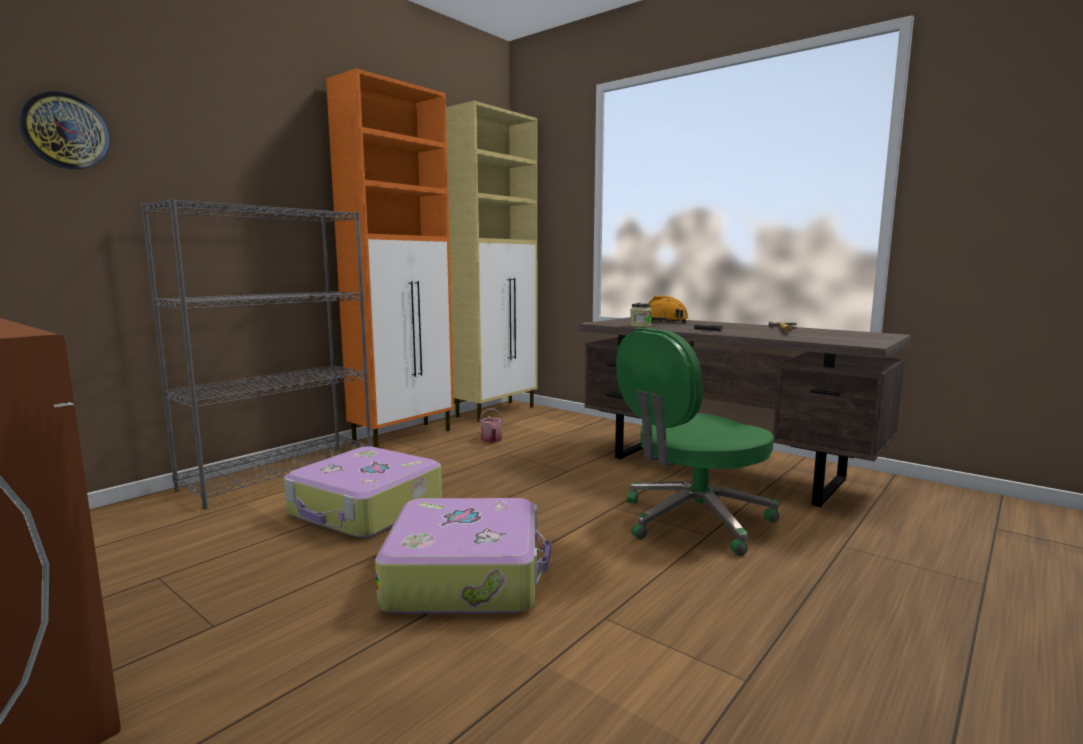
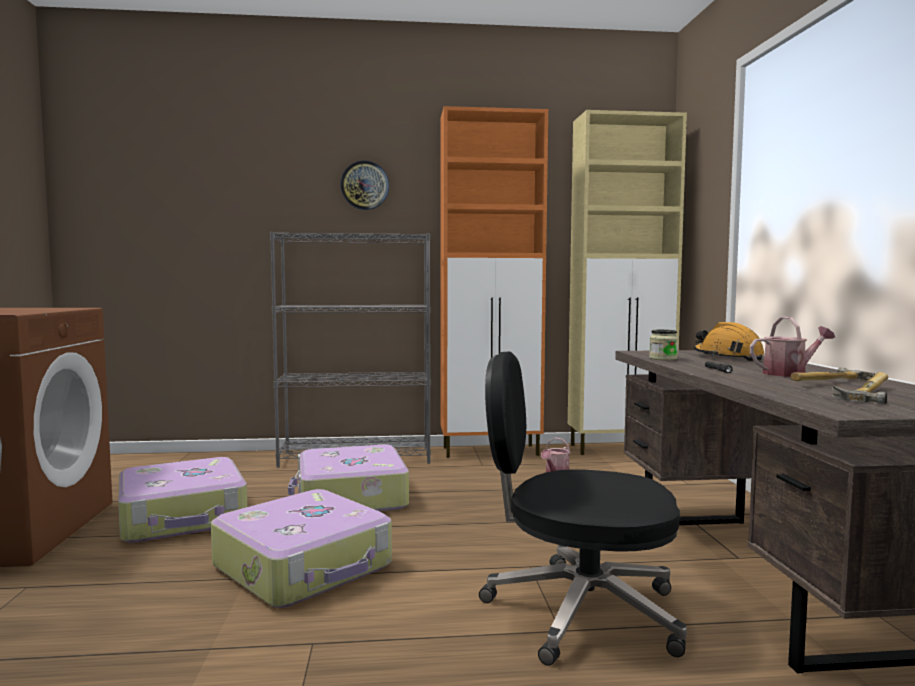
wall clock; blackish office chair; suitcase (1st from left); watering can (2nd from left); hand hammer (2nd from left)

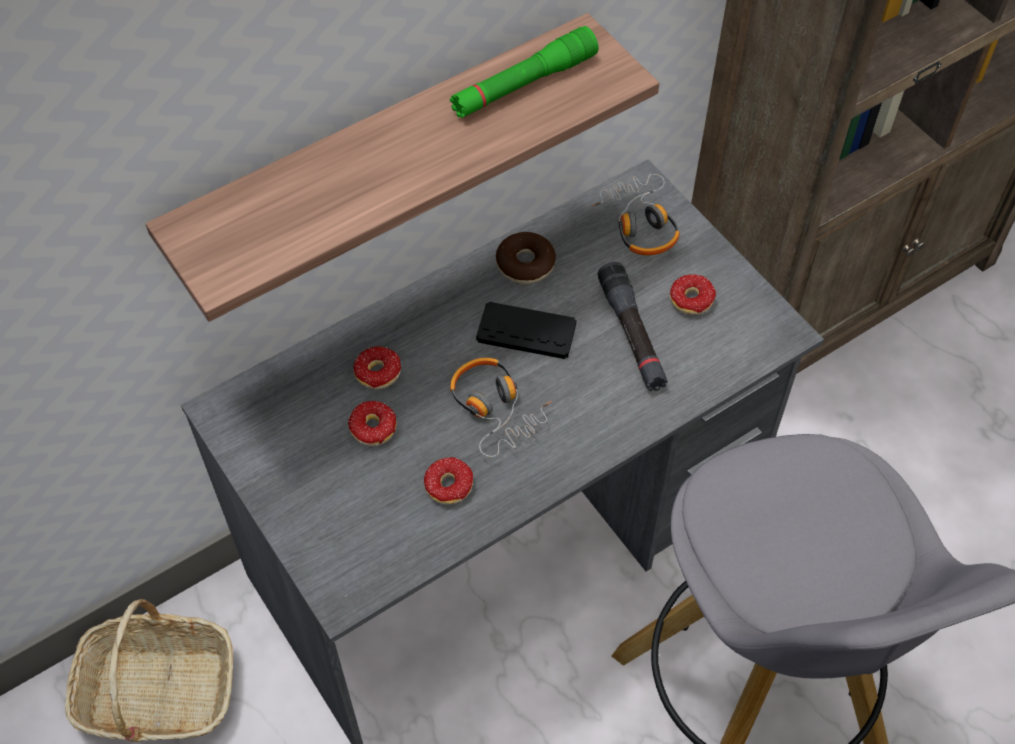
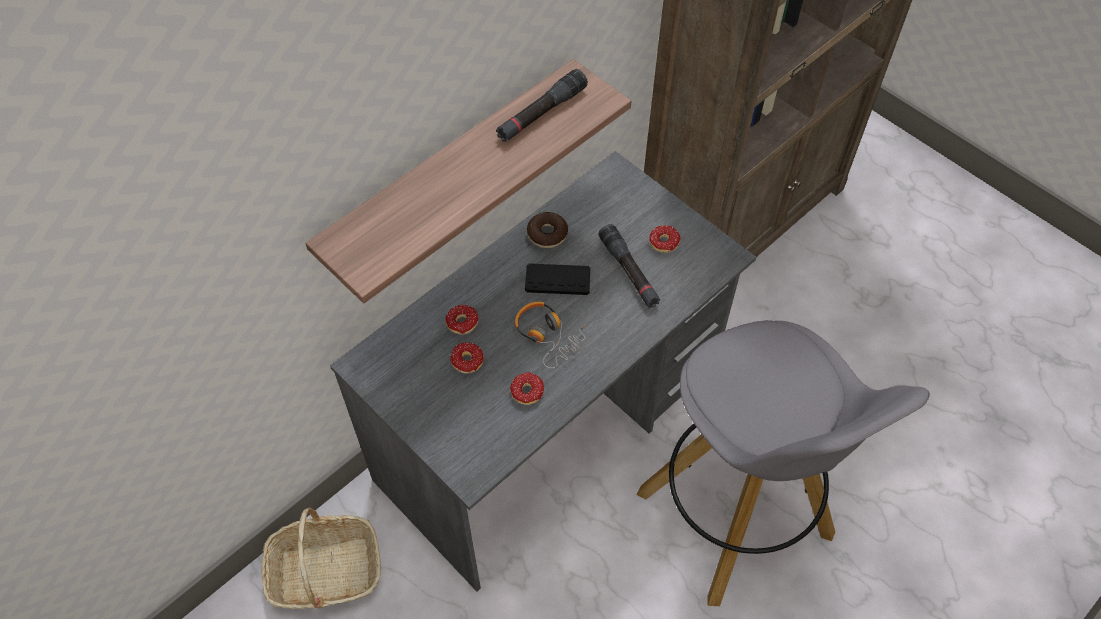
blackish torch (1st from left); pair of headphones (2nd from left in the first image)

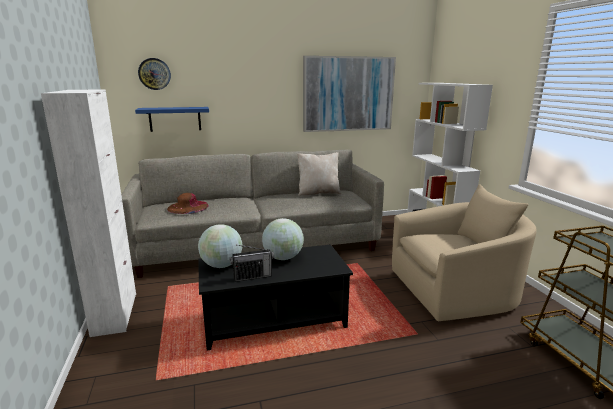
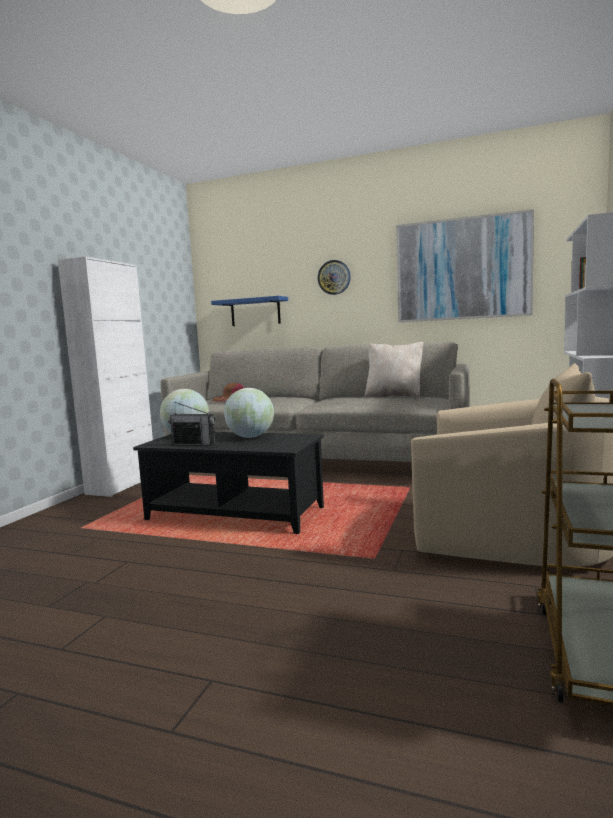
wall clock

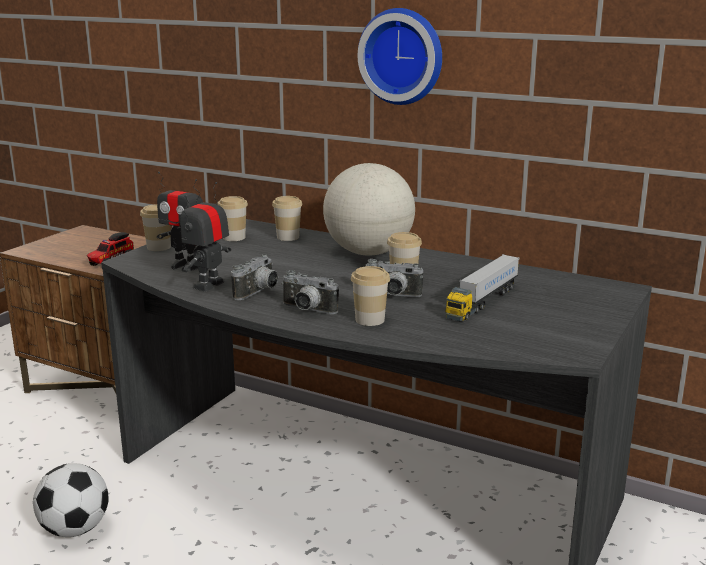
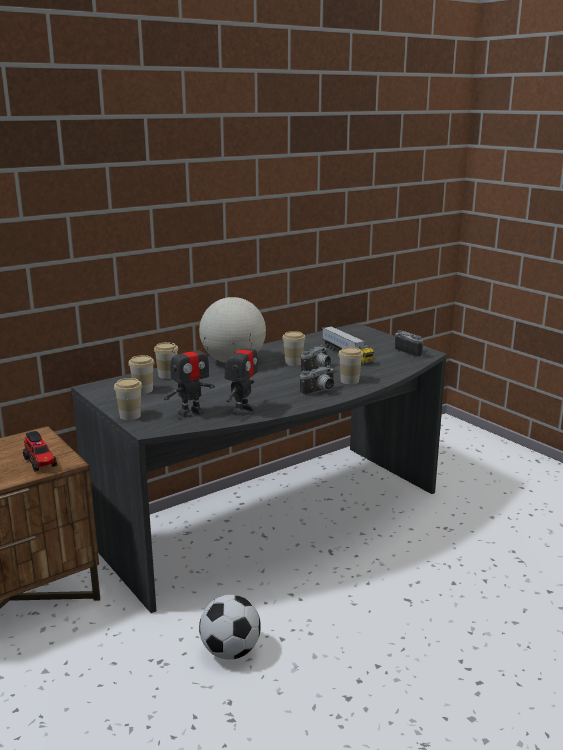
model robot (2nd from left); photo camera (3rd from left); wall clock

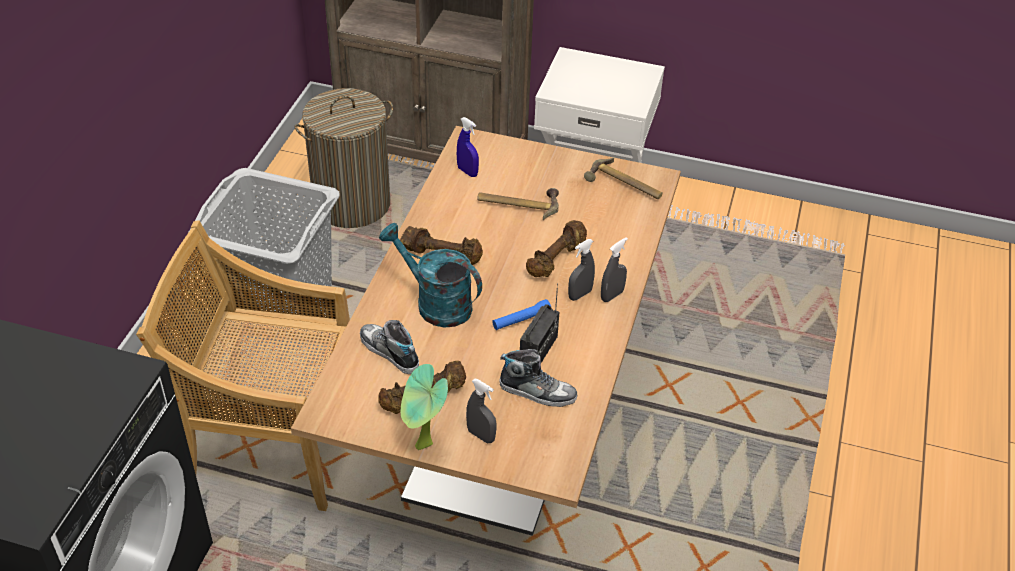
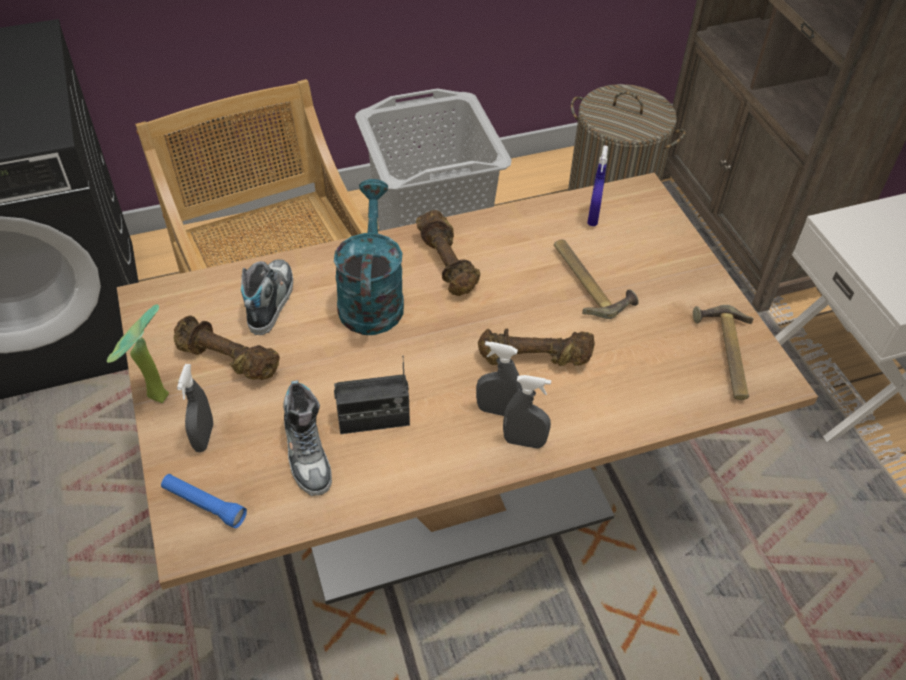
bluish torch

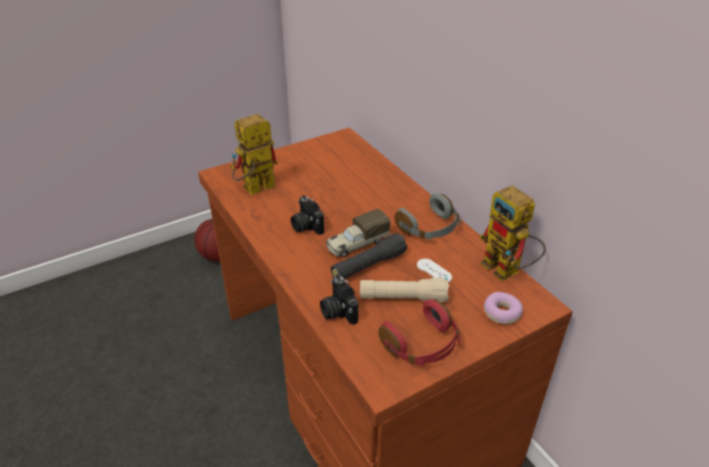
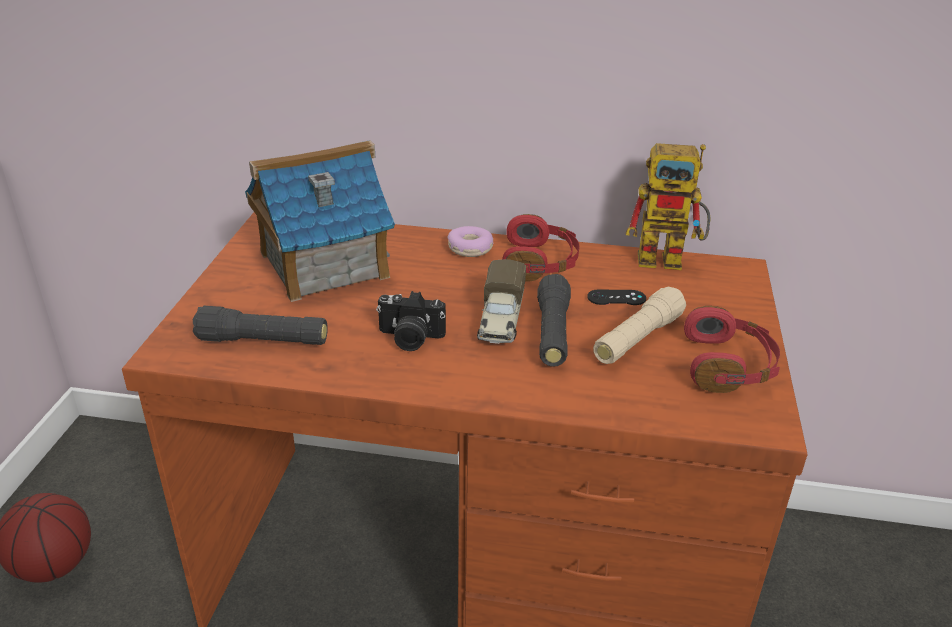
blackish torch (1st from left); photo camera (2nd from left in the first image); reddish pair of headphones (1st from left); blackish joypad; ring doughnut; miniature house

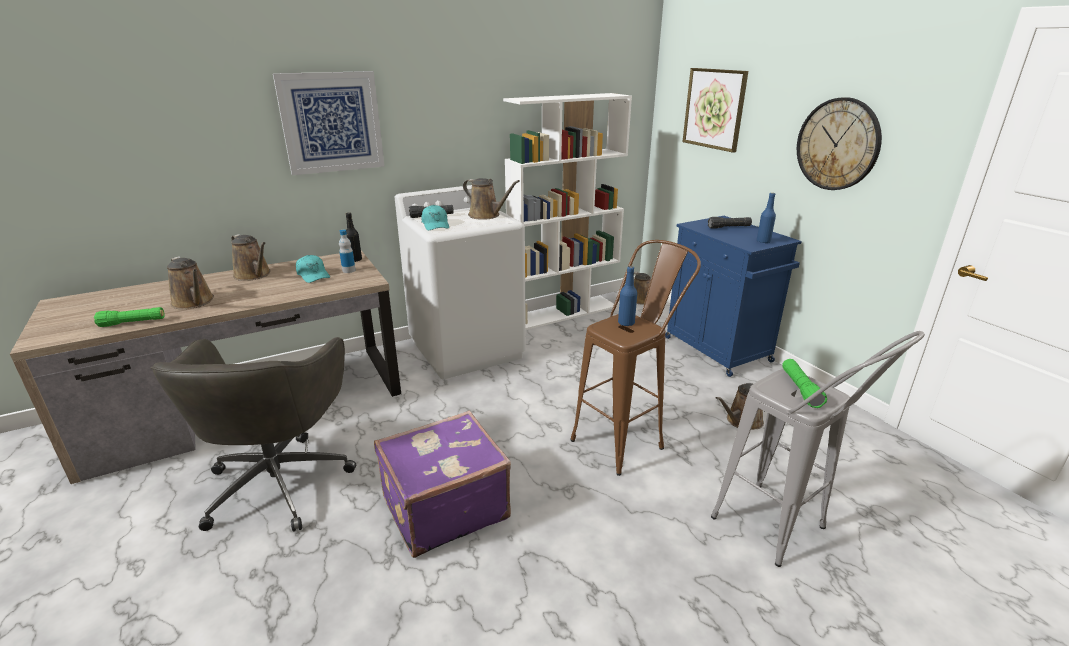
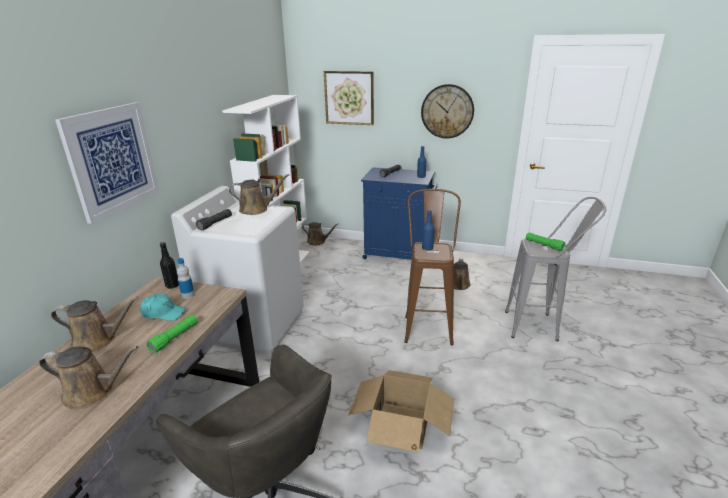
greenish torch (1st from left); cardboard box; blue-green baseball cap (2nd from left in the first image)

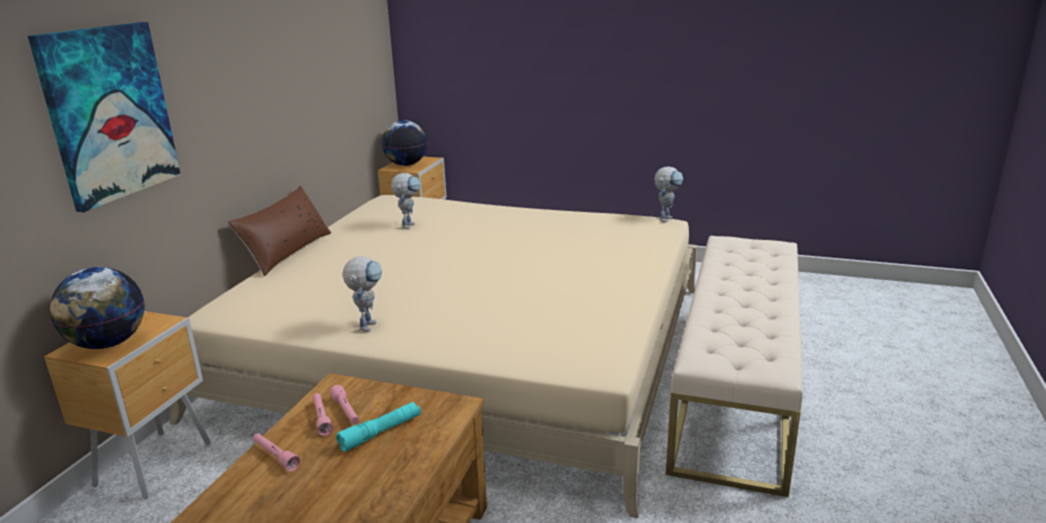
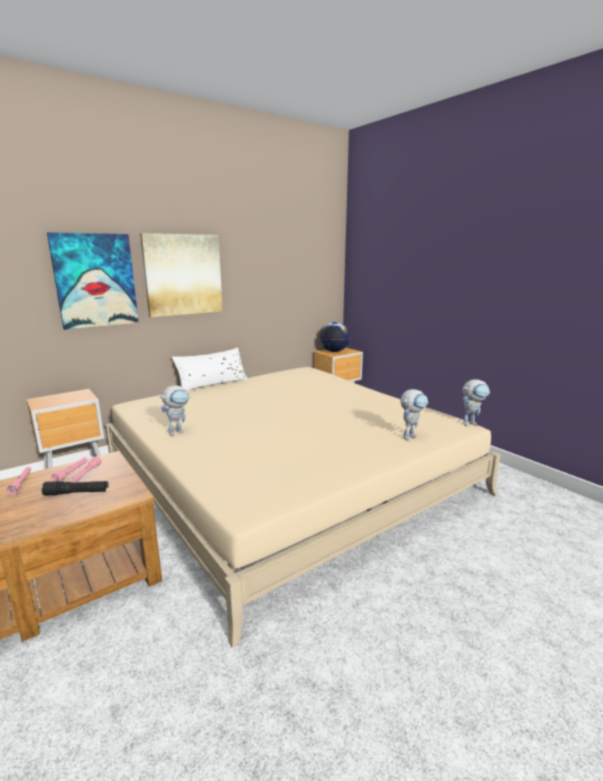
world globe (1st from left in the first image); whitish pillow; blackish torch; model robot (2nd from left); sand-coloured bench; wall art (2nd from left)

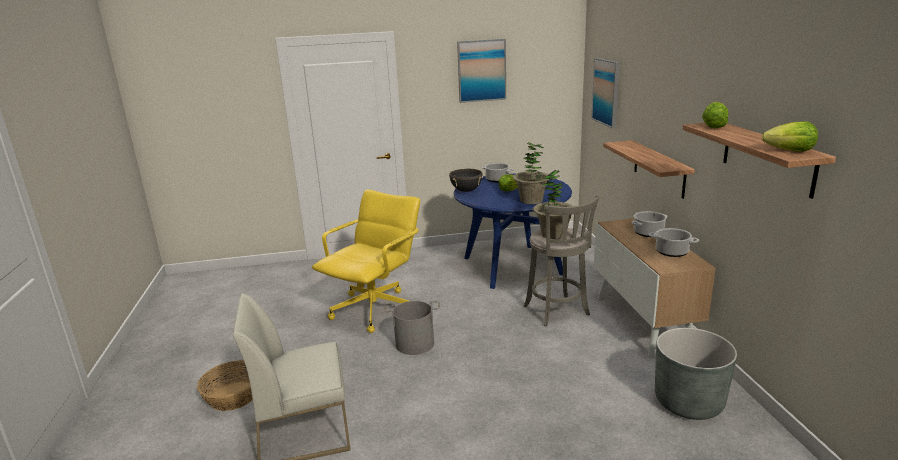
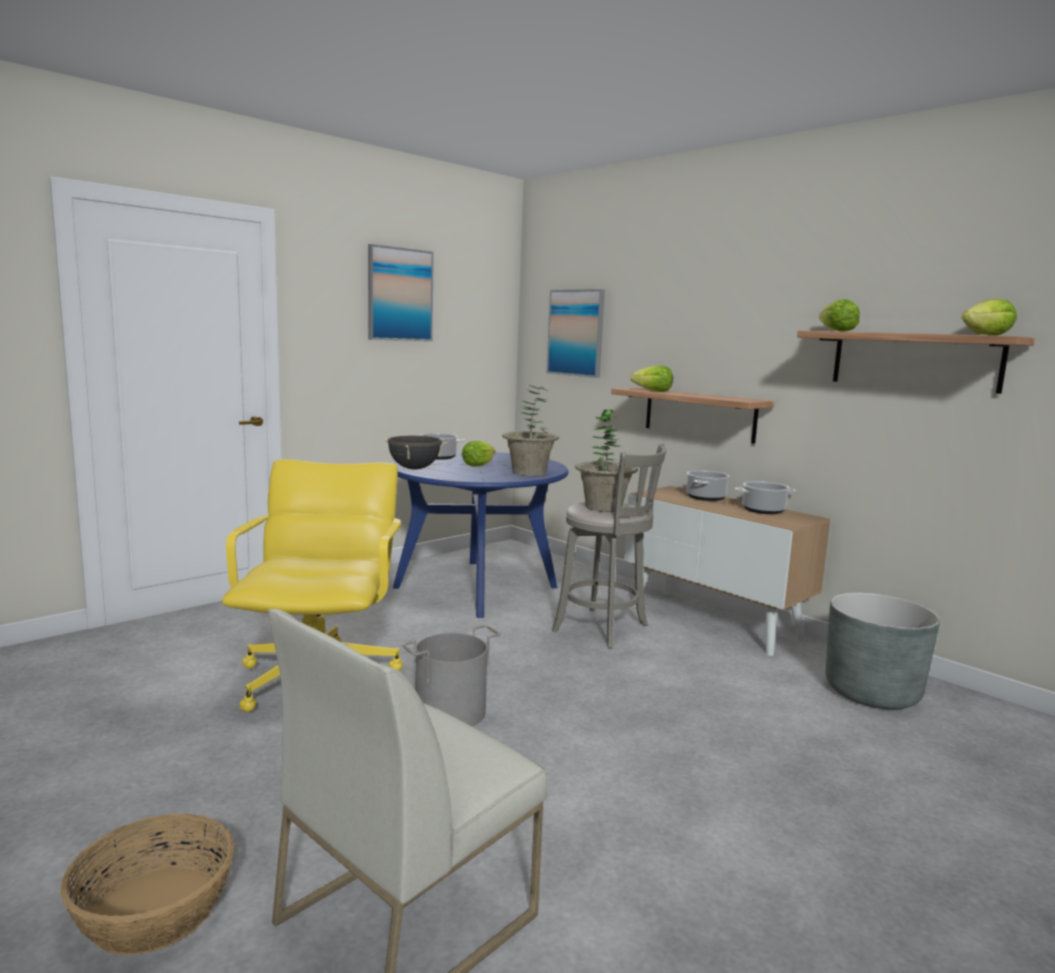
lettuce (2nd from left)

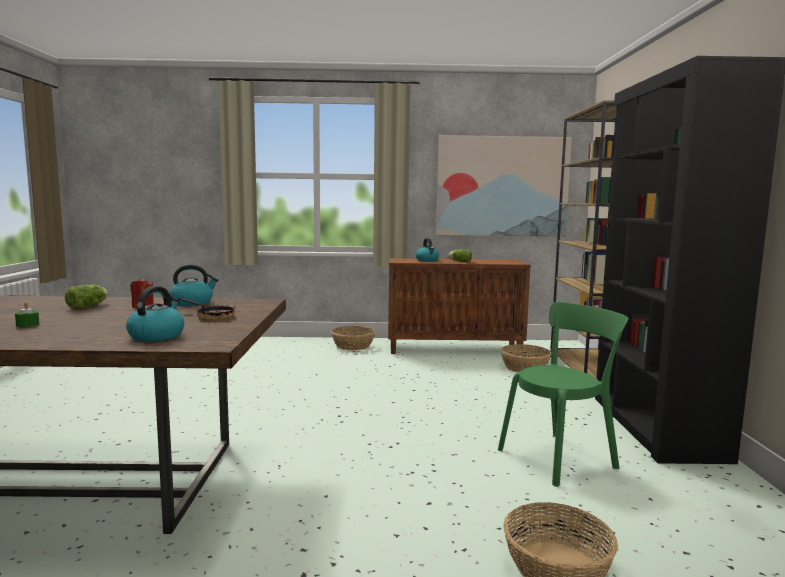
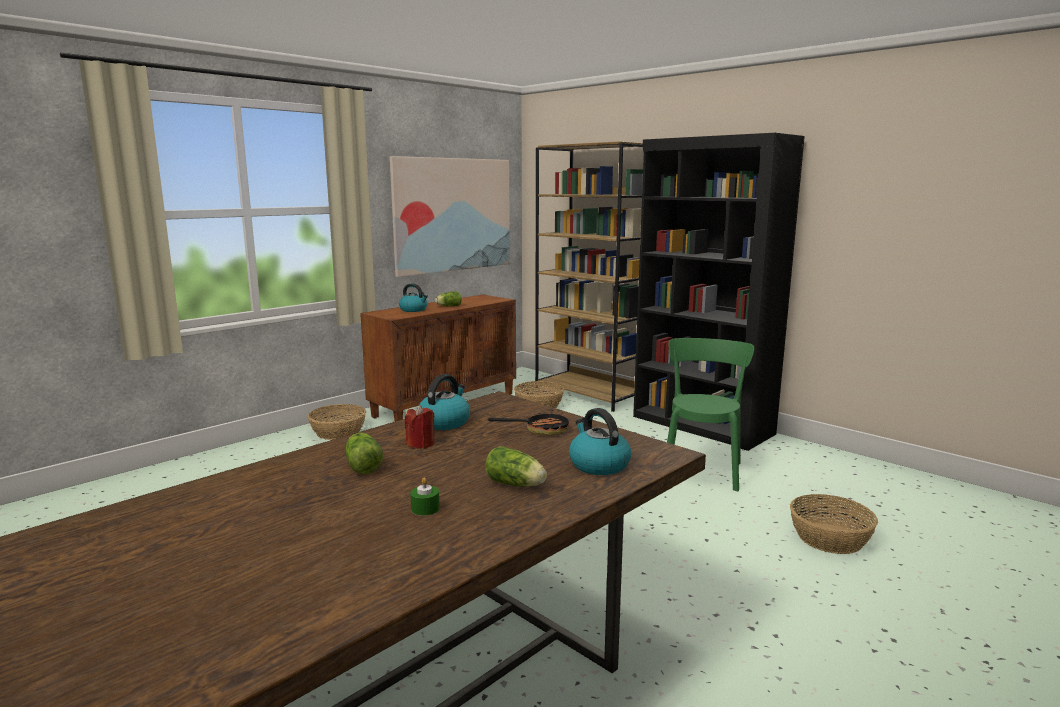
lettuce (3rd from left)

